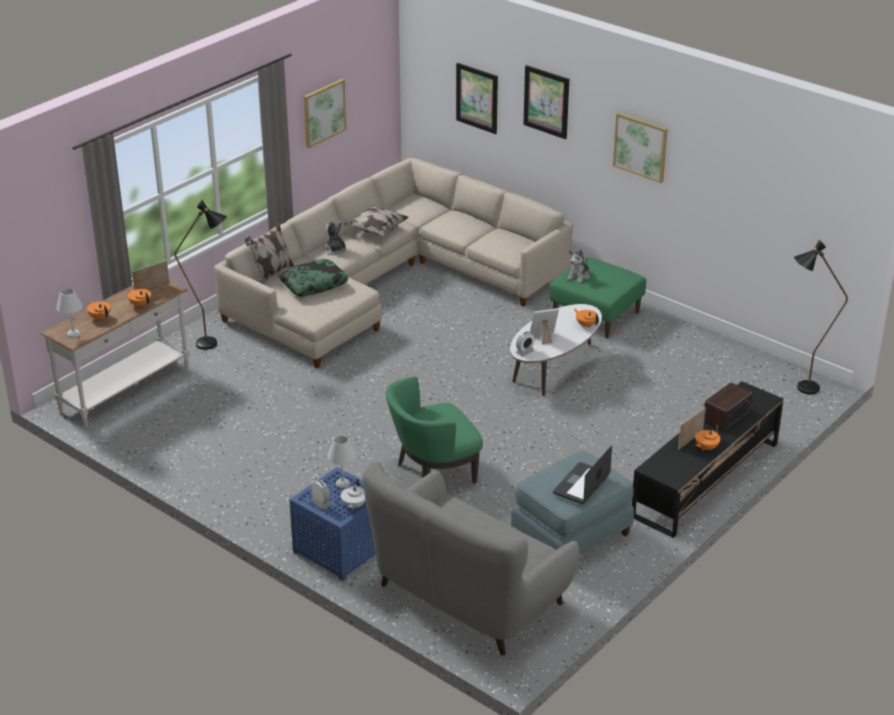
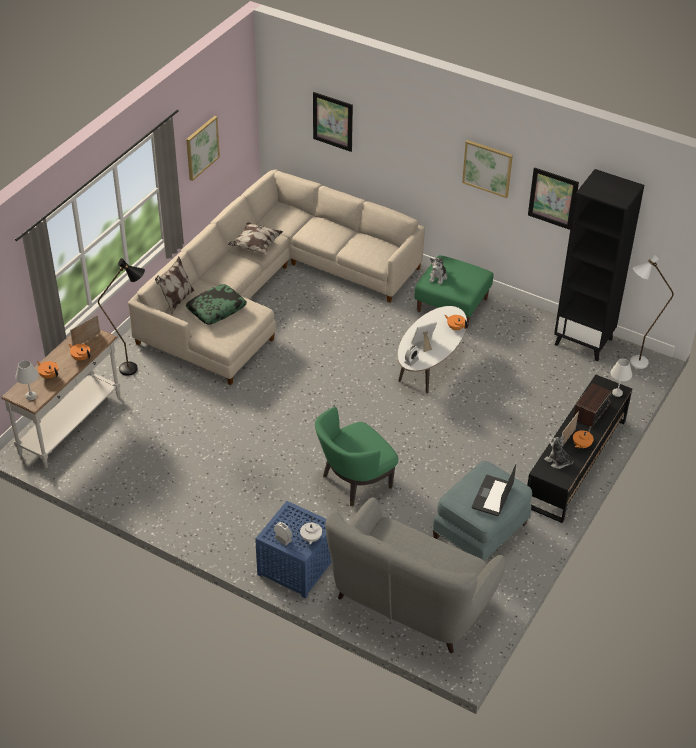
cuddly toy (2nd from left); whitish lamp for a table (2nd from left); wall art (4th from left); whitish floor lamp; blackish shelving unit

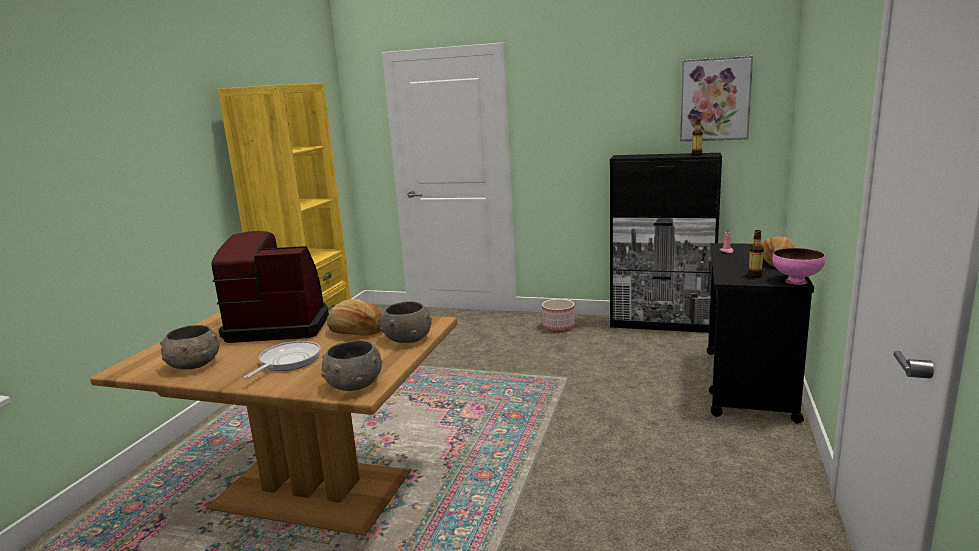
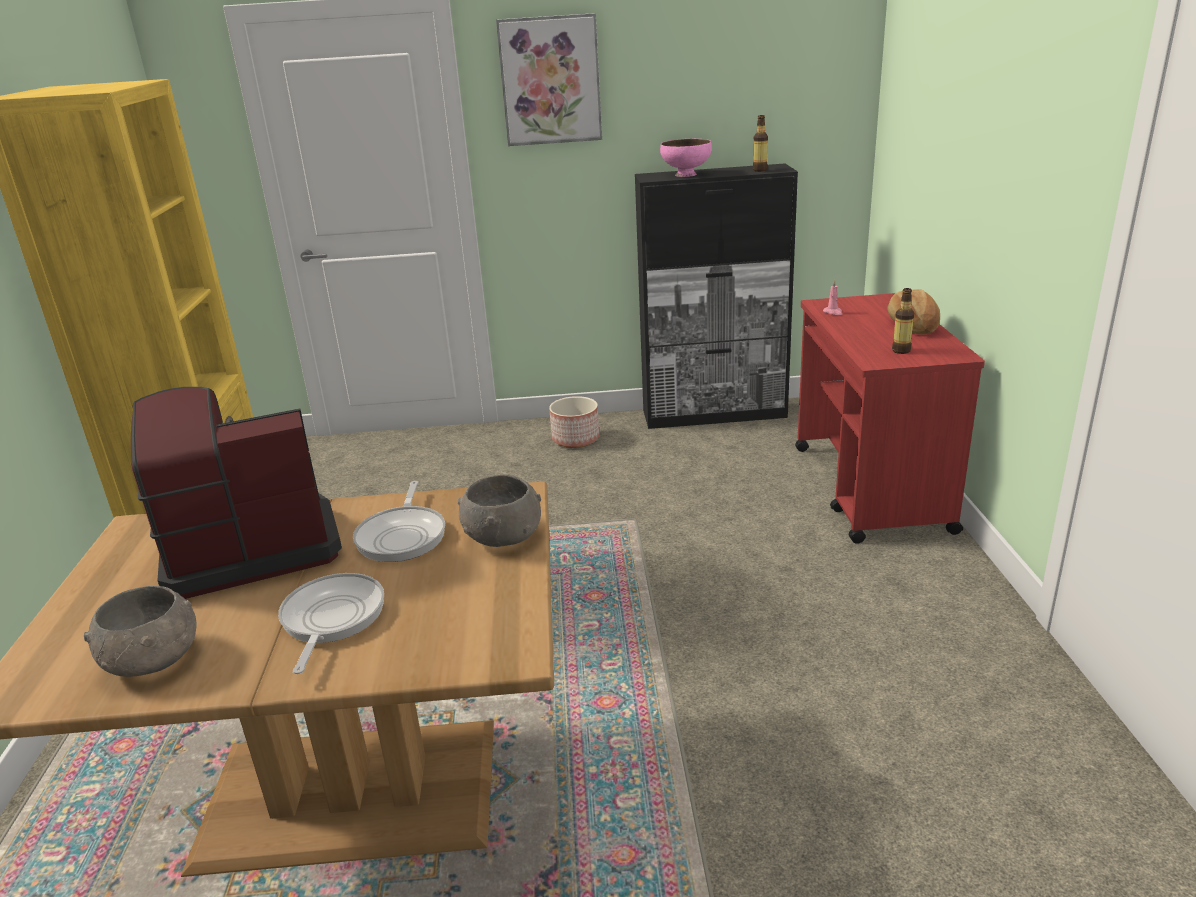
gray deep dish (2nd from left in the first image); frying pan (2nd from left); wall art; reddish wheeled cart; pink deep dish

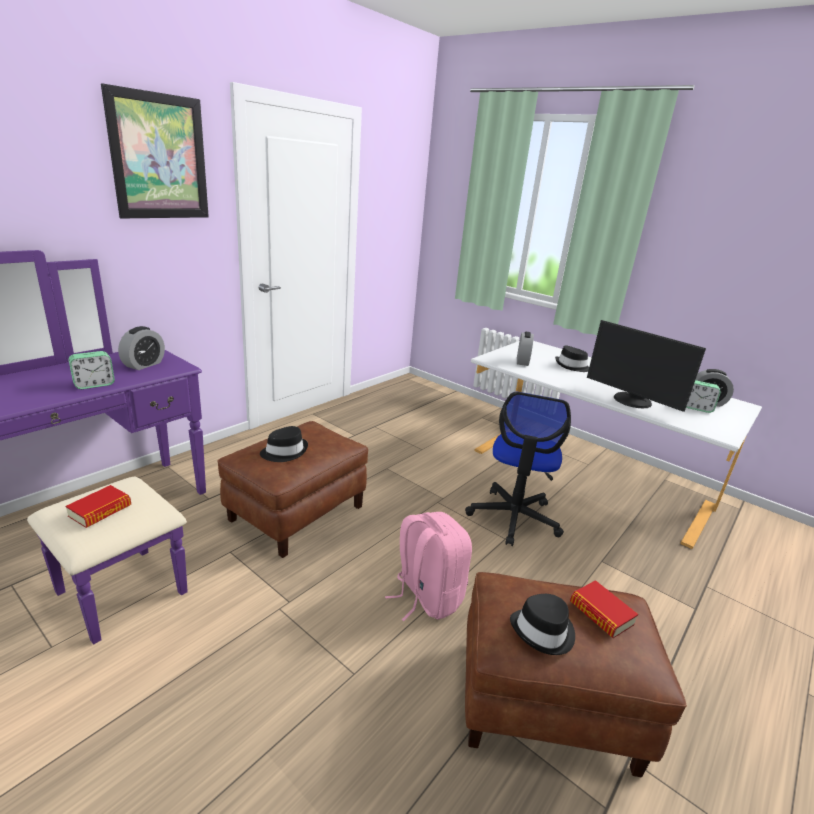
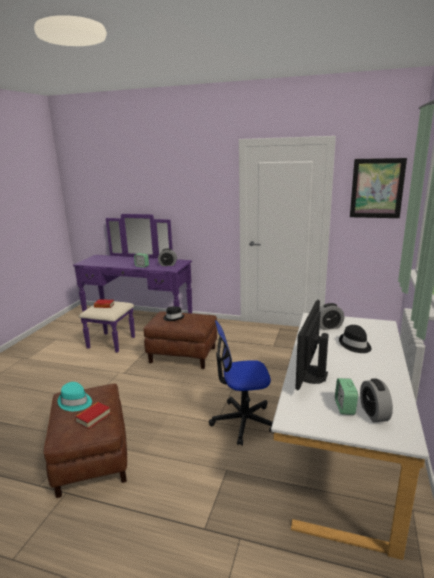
wall art; pink backpack; blue-green hat

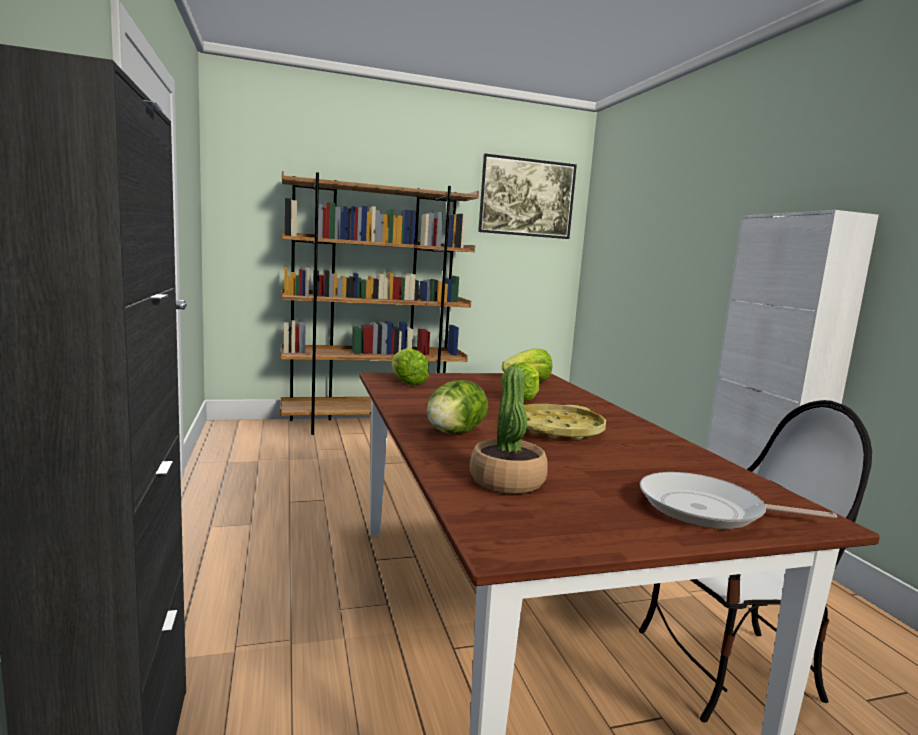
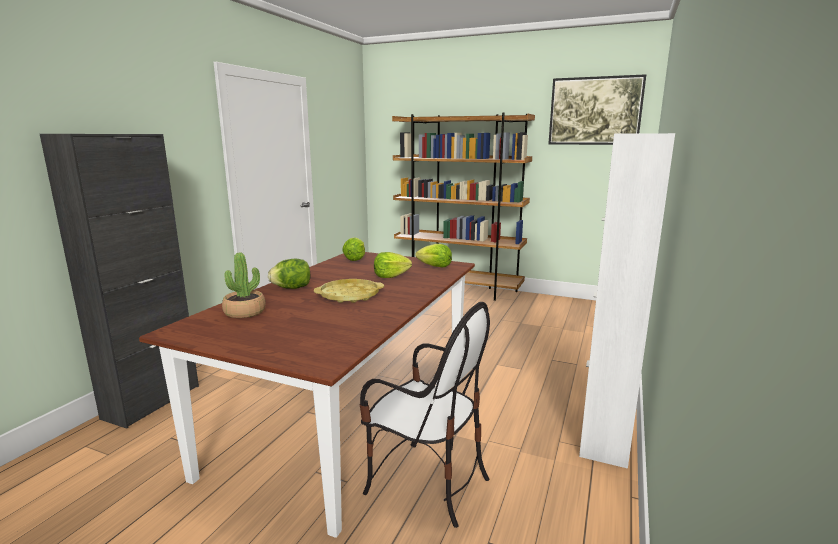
frying pan

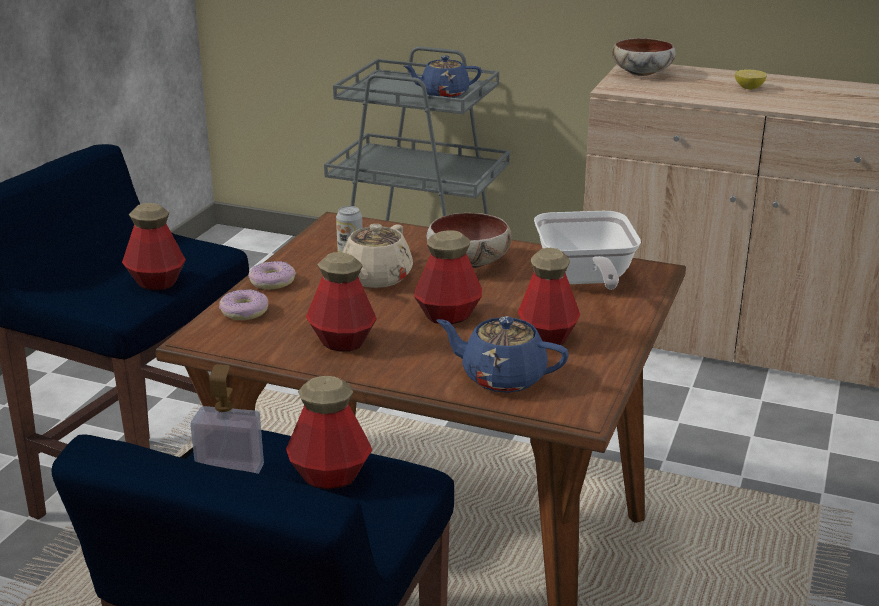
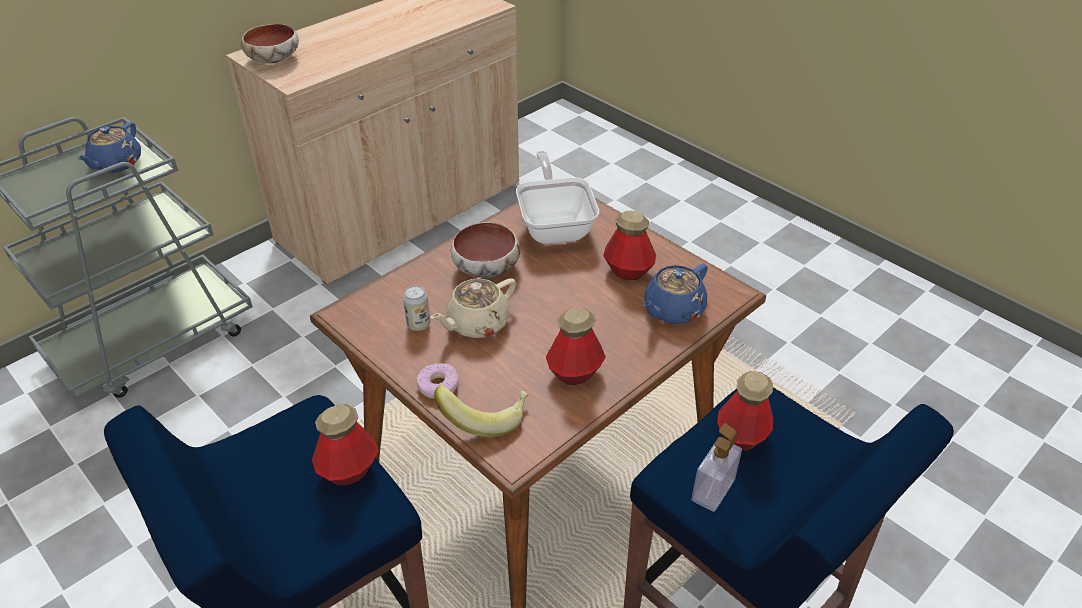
banana; sand-coloured tea pot; beverage bottle (4th from left in the first image); frying pan; lemon

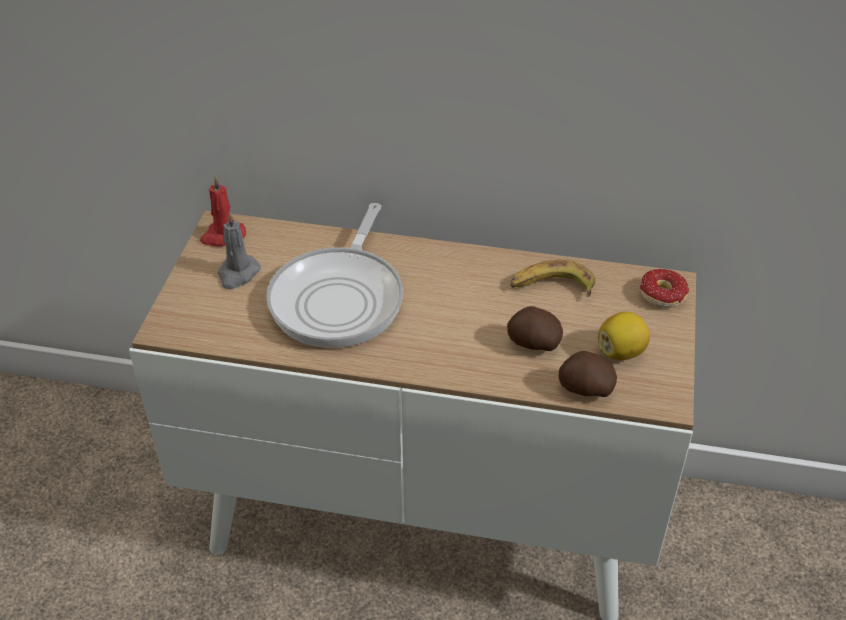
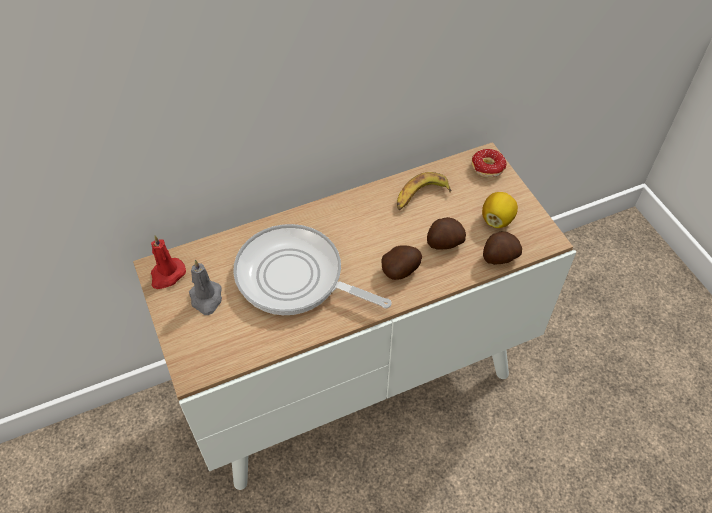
frying pan; whole potato (1st from left)

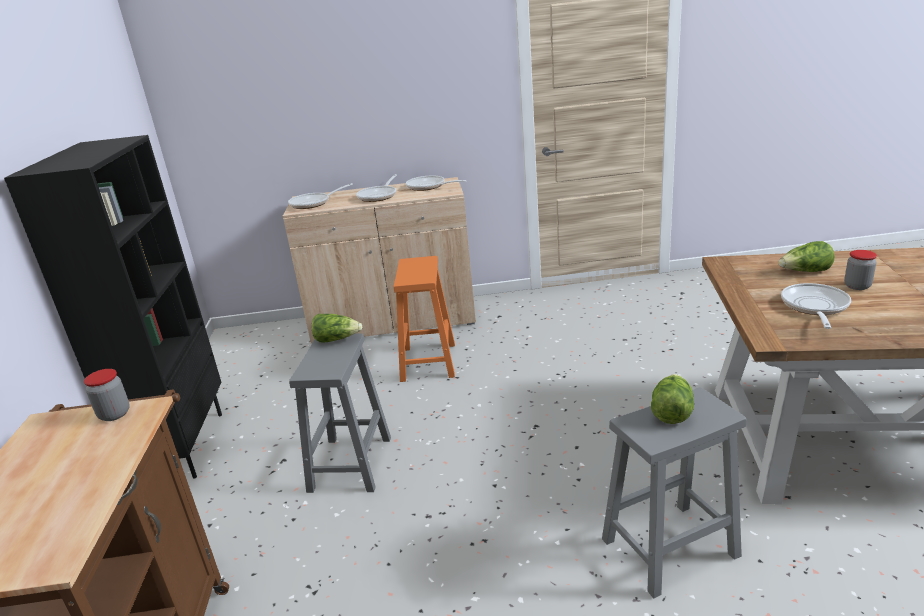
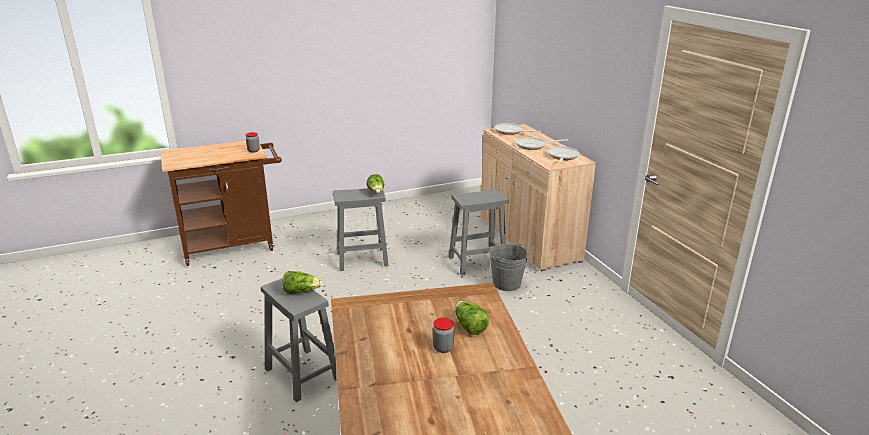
blackish shelving unit; gray stool (3rd from left); frying pan (4th from left in the first image); gray bucket

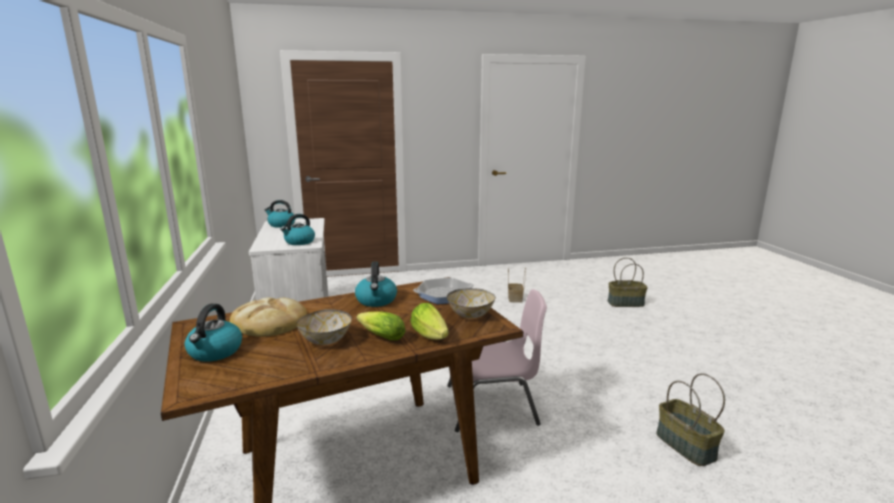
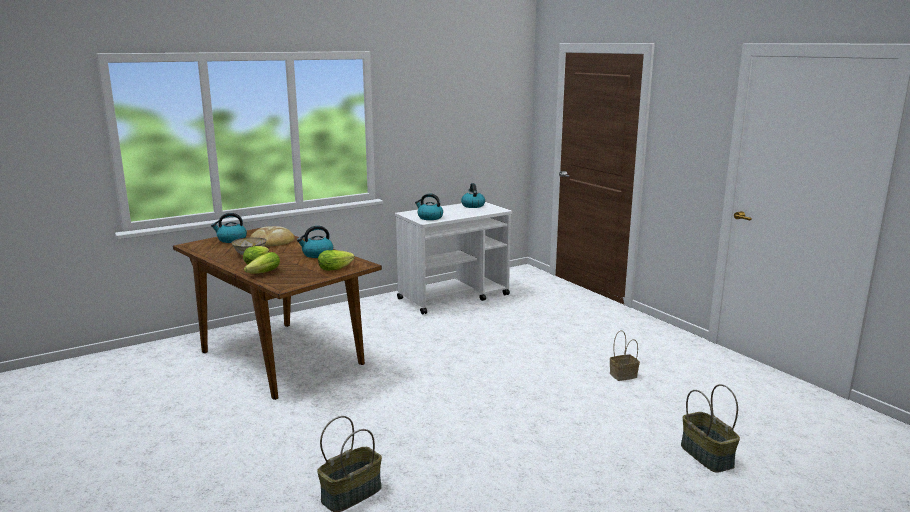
lettuce (3rd from left); deep dish (2nd from left in the first image); pink chair

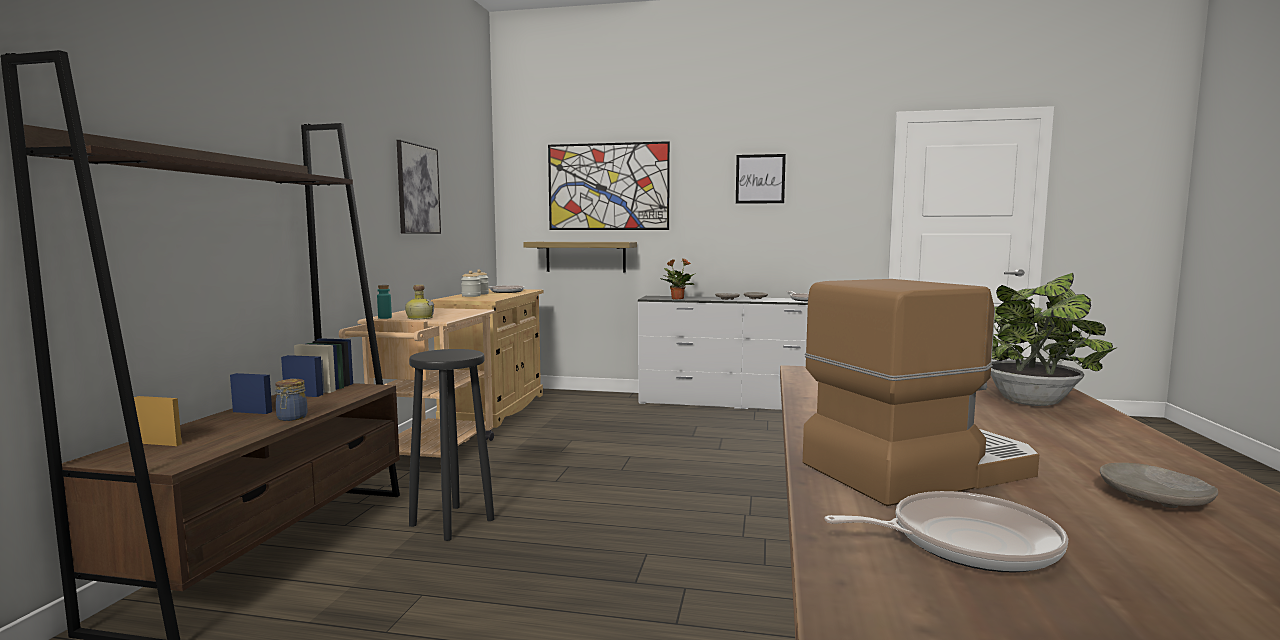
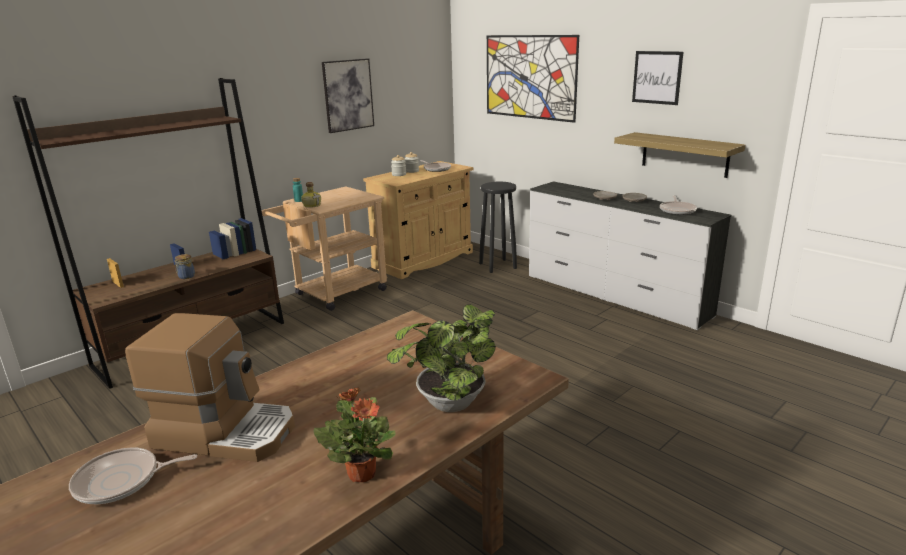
blackish stool; wall shelf; houseplant (1st from left); frying pan (1st from left); sand-coloured flat dish (3rd from left in the first image)

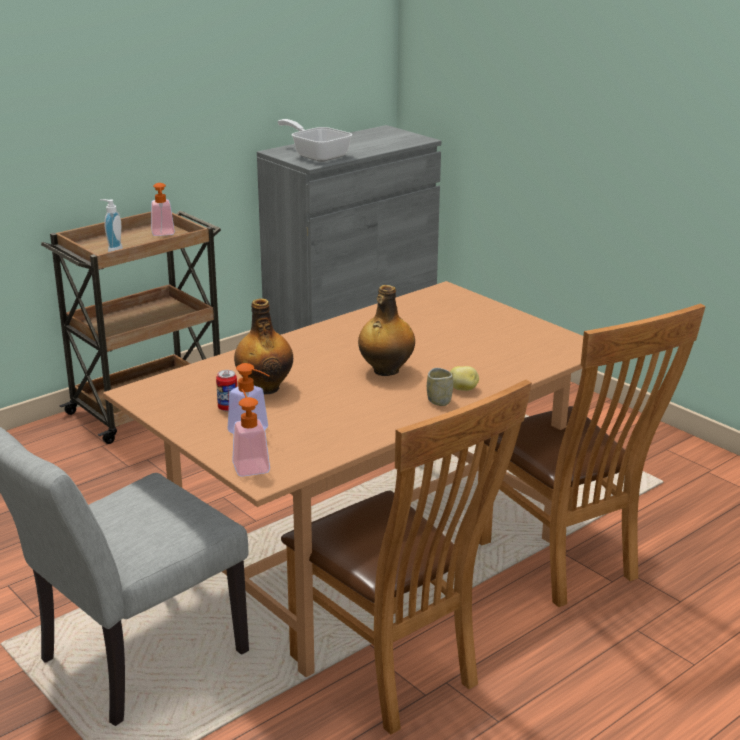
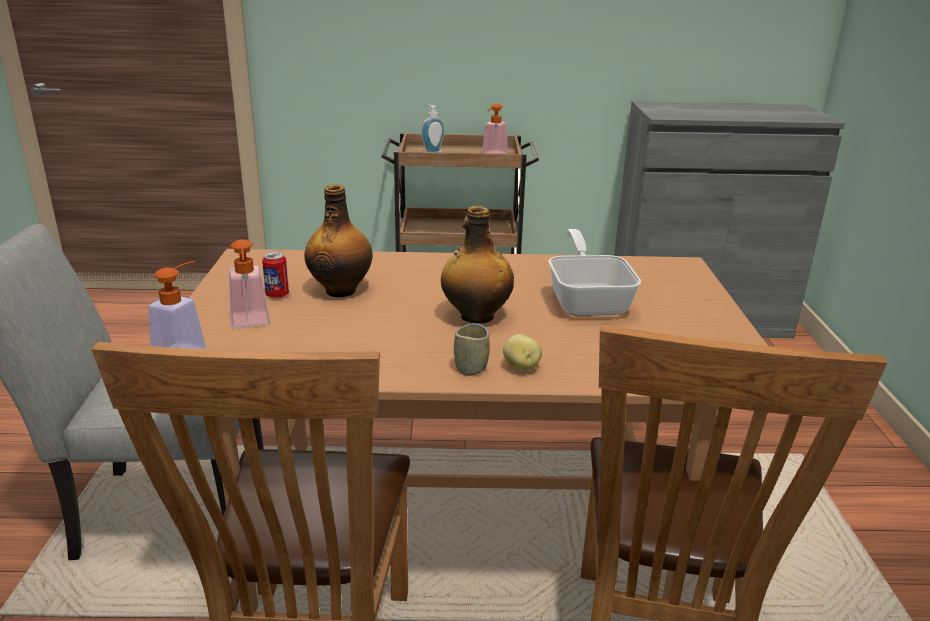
frying pan

